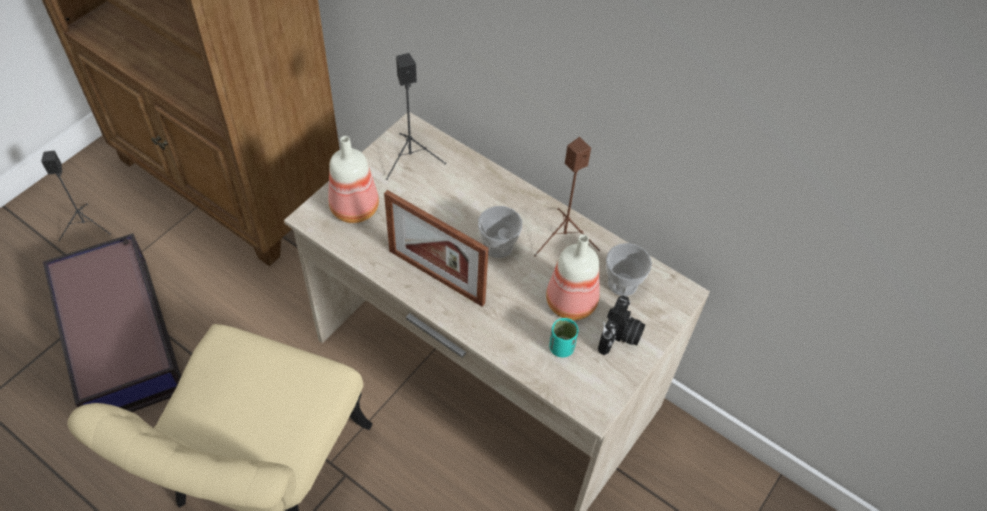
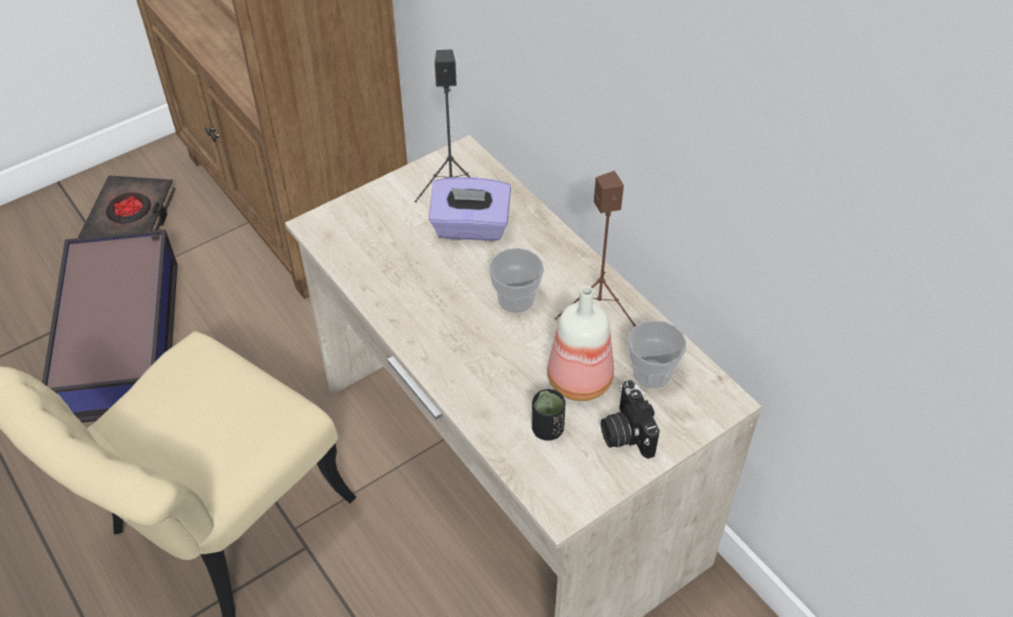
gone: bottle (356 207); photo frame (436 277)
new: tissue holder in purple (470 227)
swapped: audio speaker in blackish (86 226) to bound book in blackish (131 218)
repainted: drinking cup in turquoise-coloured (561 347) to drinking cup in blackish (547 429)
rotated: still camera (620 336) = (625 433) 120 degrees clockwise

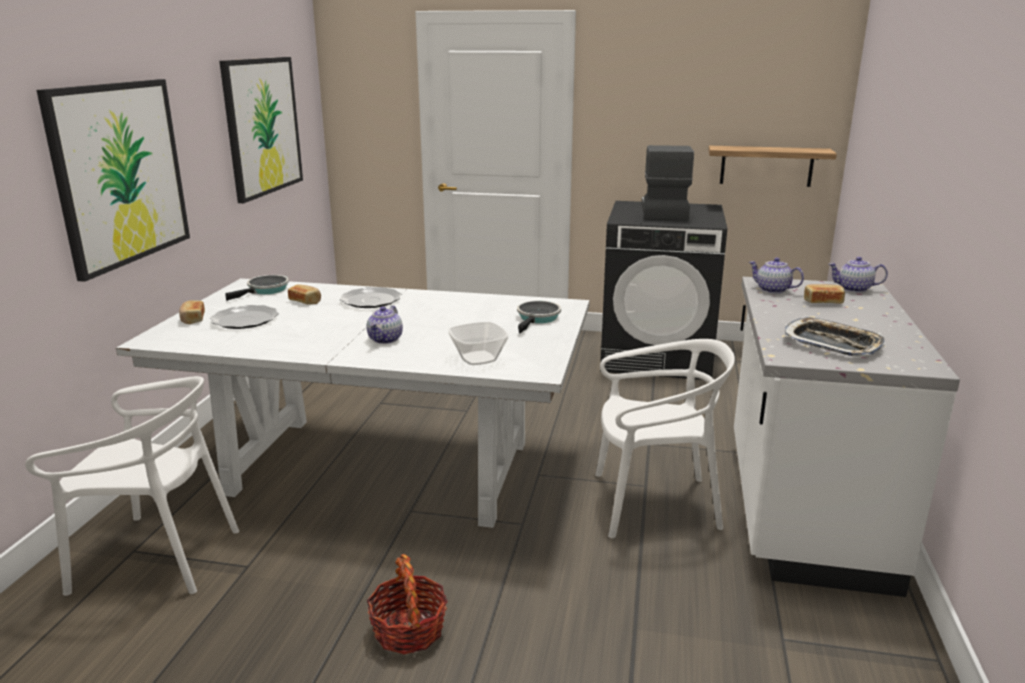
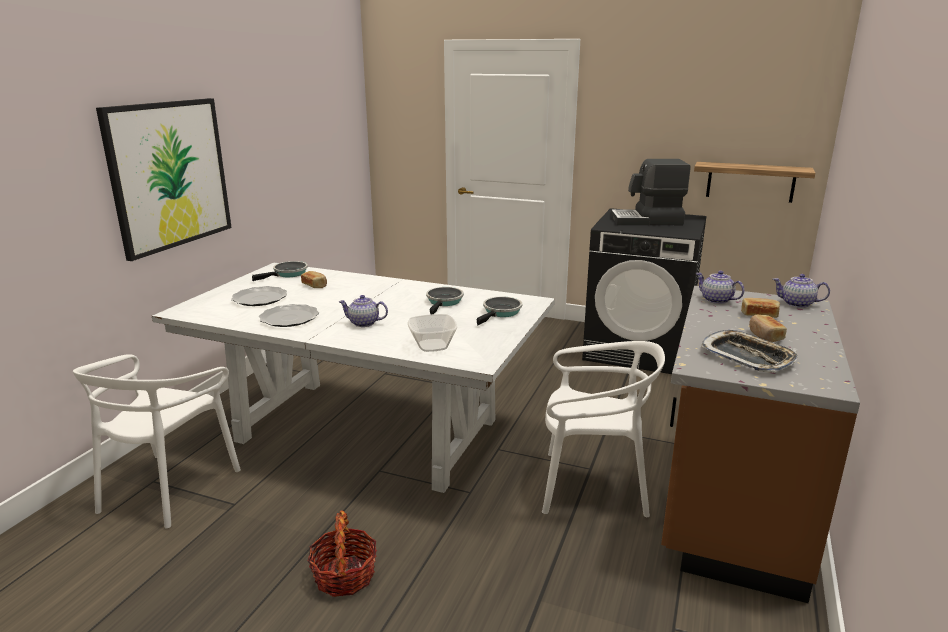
gone: wall picture (262 126)
new: frying pan (444 302)
shifted: bread (192 319) to (765 336); dinner plate (370 300) to (289 318)
repainted: counter in white-coloured (801 509) to counter in brownish (730 506)
rotated: plain chair in white-coloured (157 557) = (168 488) 90 degrees clockwise; pot for tea (385 339) = (363 323) 75 degrees clockwise; coffee brewer (662 212) = (647 221) 105 degrees counterclockwise

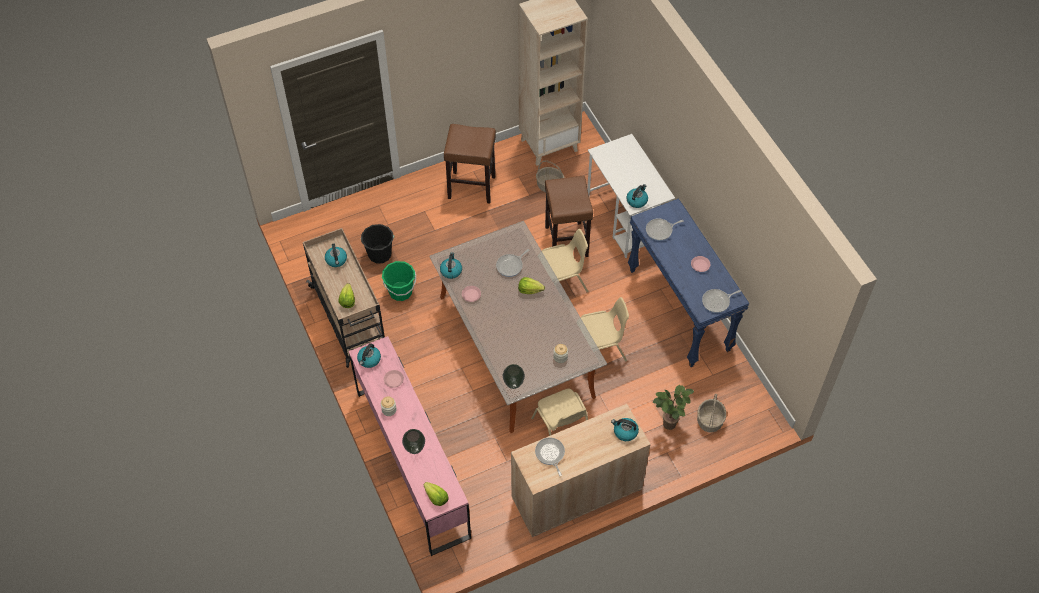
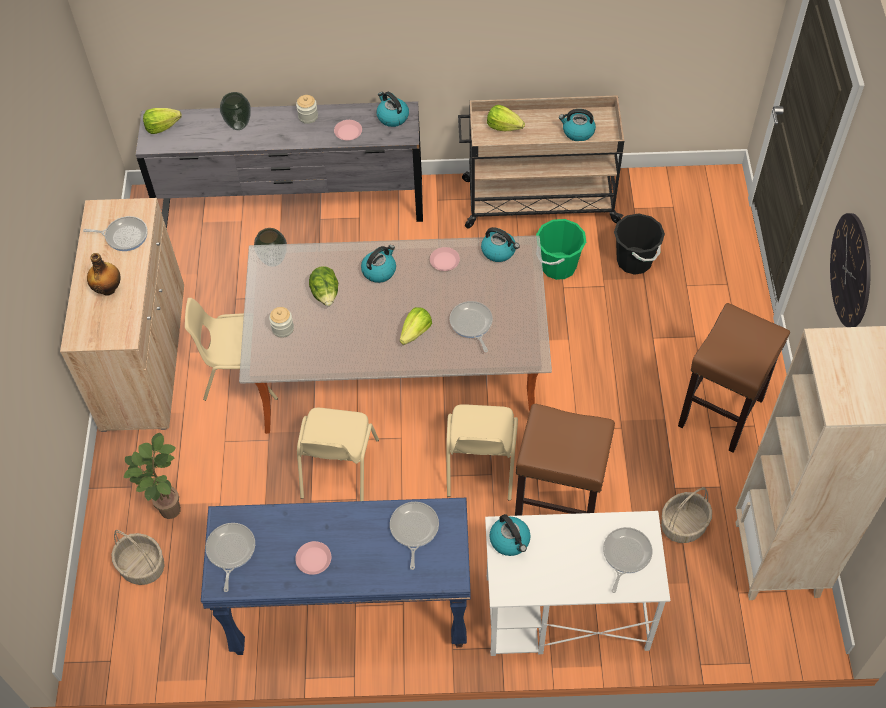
new: bottle (108 289); lettuce head (326 294); frying pan (625 555); wall clock (851 270)
shifted: water kettle (625 432) to (379 270)
repainted: drawer chest in pinkish (412 463) to drawer chest in greyish (292 205)

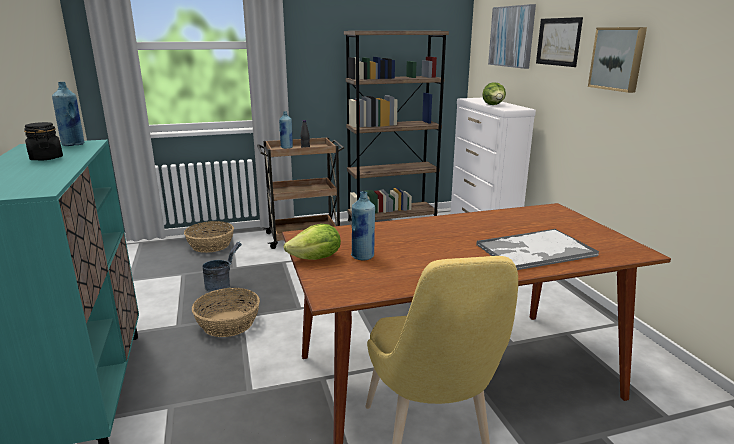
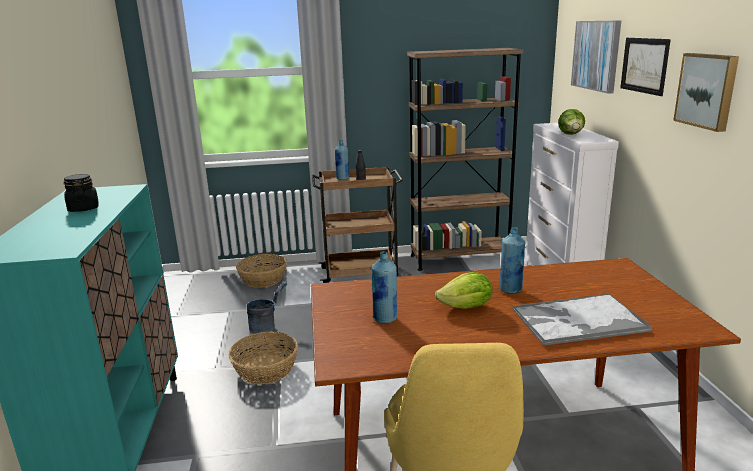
shifted: bottle in blue (73 144) to (510 289); lettuce head (316 259) to (466 307)

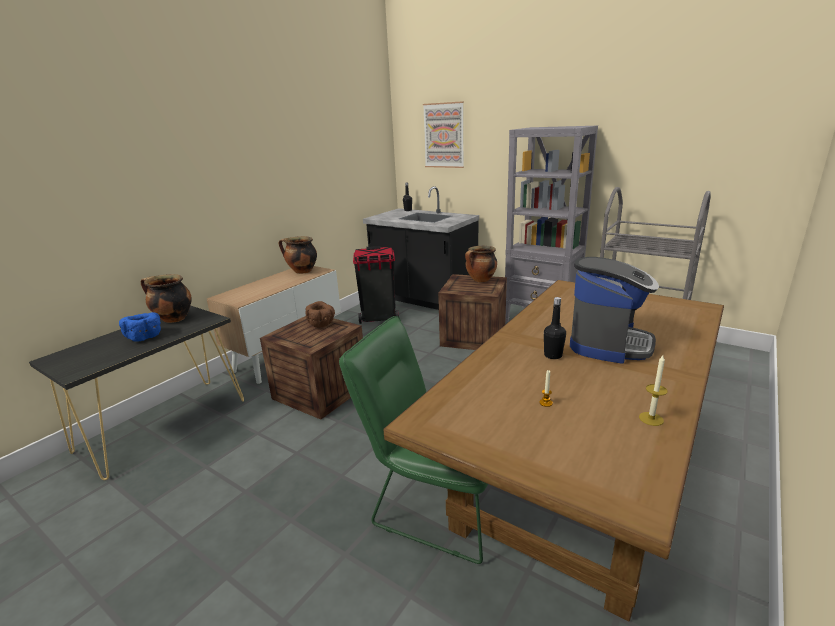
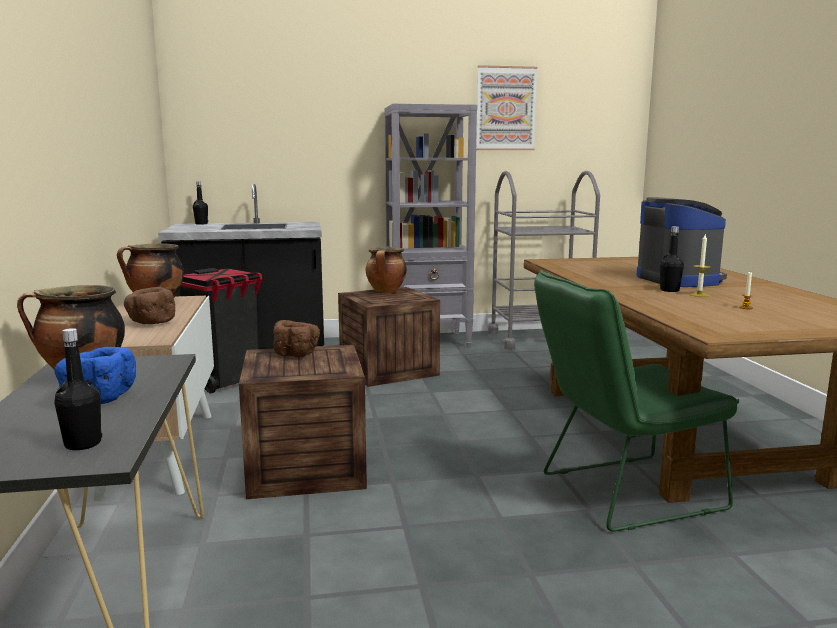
new: bottle in blackish (83 444); bowl in brownish (151 323)
shifted: wall picture (444 135) to (506 108); candle (651 419) to (699 295)

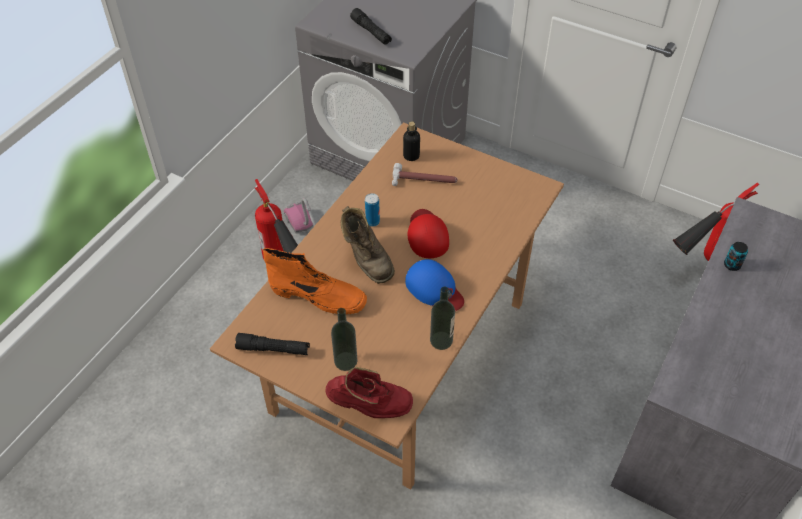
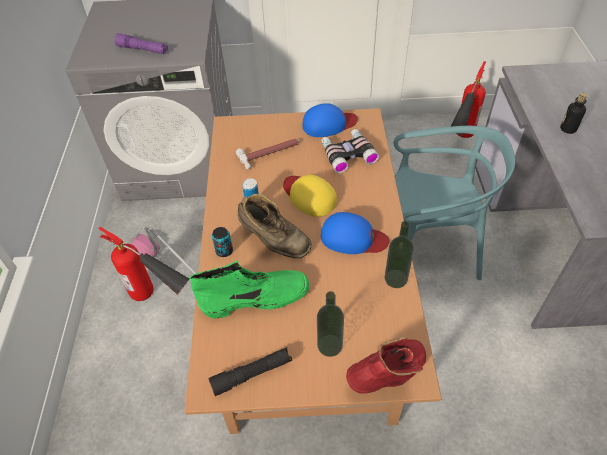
new: baseball cap in blue (329 124); field glasses (347 154); plain chair in turquoise-coloured (428 249)
shifted: bottle (411 156) to (568 129); can (731 265) to (224 251)
repainted: tall boot in orange (319 296) to tall boot in greenish (256 298); hand torch in blackish (371 32) to hand torch in purple (143 50); baseball cap in red-coloured (427 235) to baseball cap in yellow (309 196)

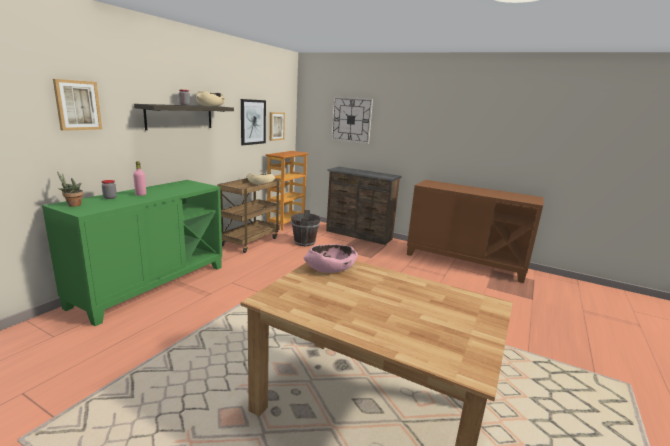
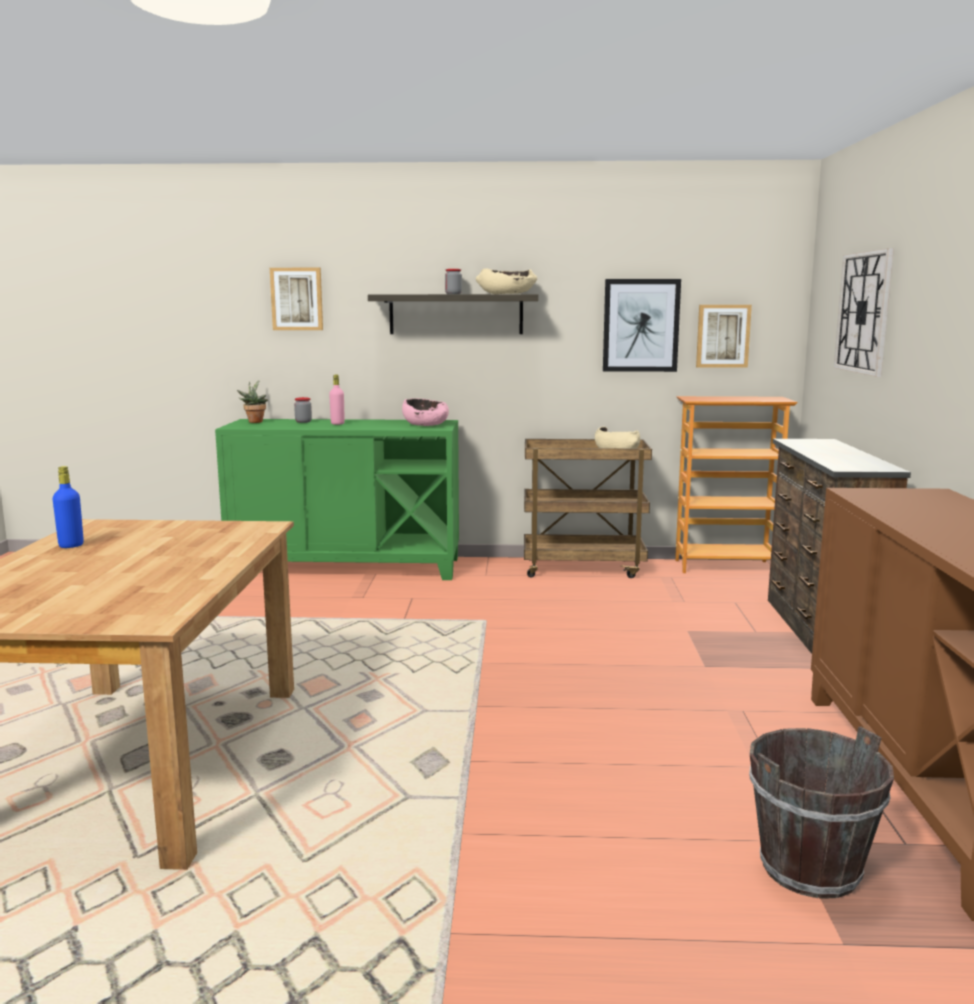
new: bottle in blue (71 545)
shifted: bucket in brownish (304 242) to (810 869); bowl in pinkish (330 268) to (425 425)

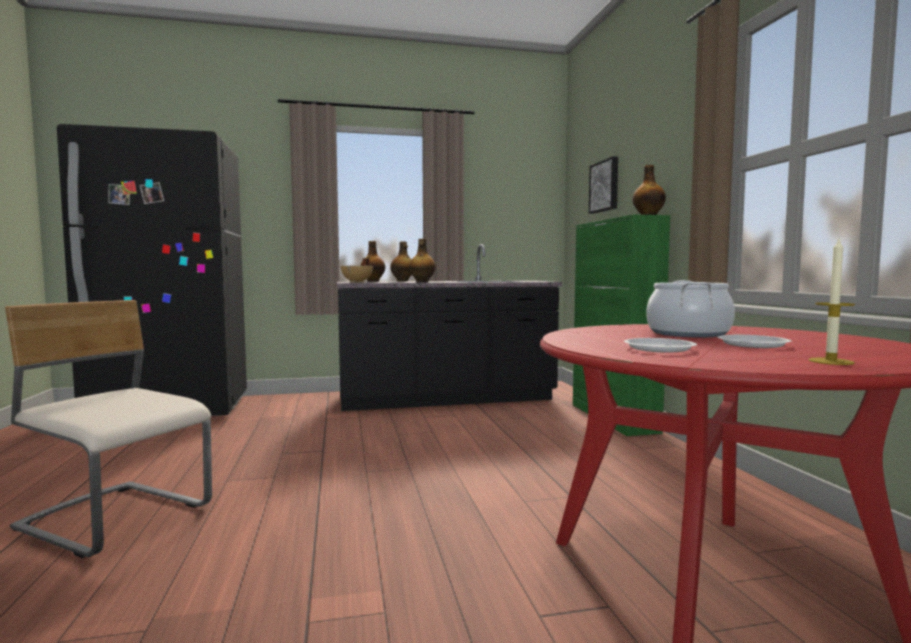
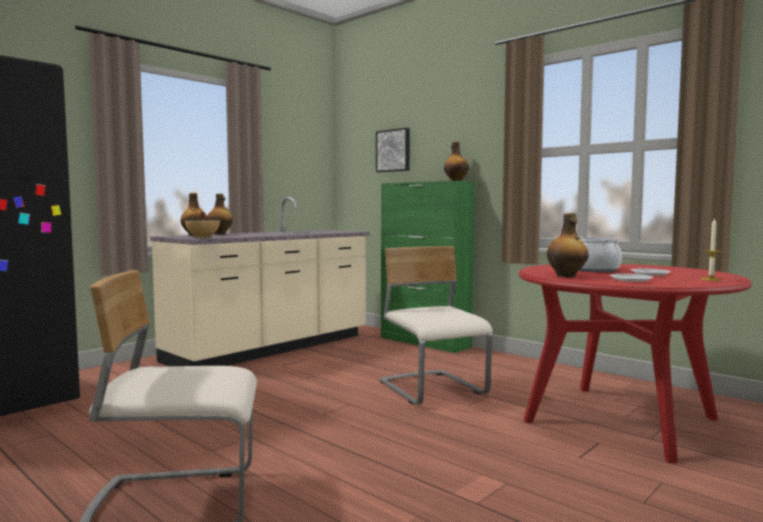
new: plain chair in beige (433 389)
shifted: bottle (422 282) to (566 276)
repainted: counter in blackish (446 399) to counter in beige (271 348)

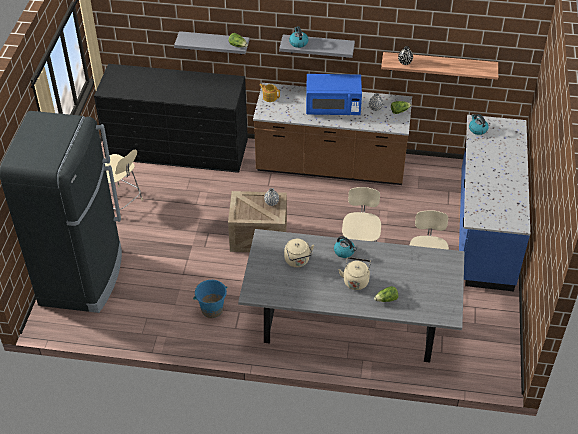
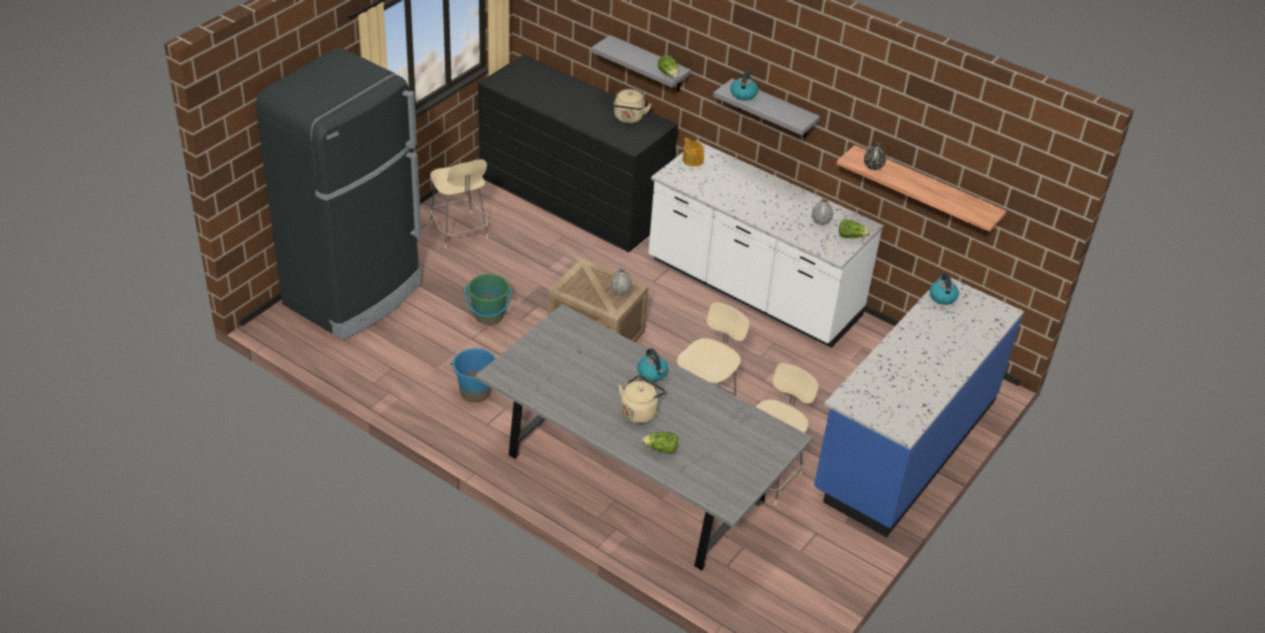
gone: microwave oven in blue (333 107)
new: bucket in greenish (489 316)
shifted: water kettle in beige (297 261) to (629 118)
repainted: counter in brownish (331 166) to counter in white-coloured (753 290)

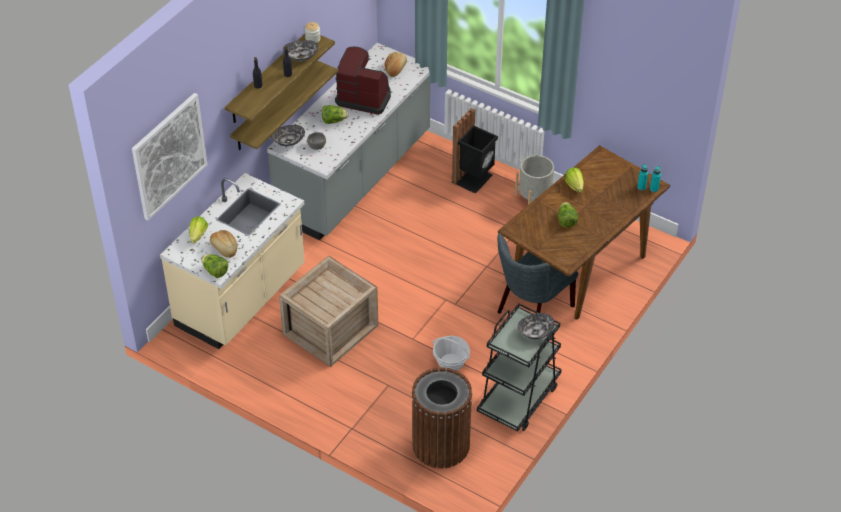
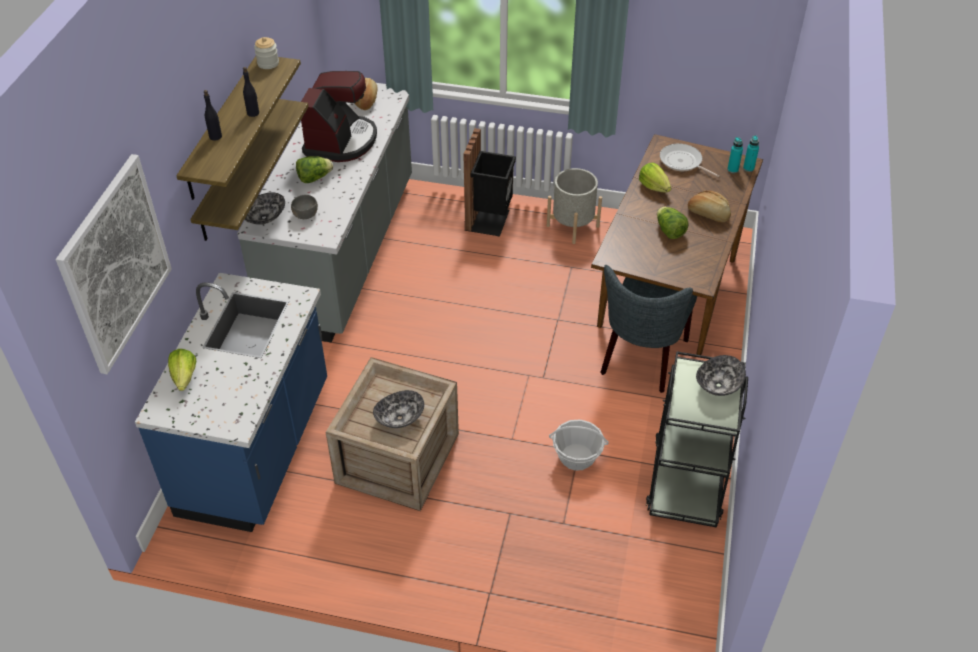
gone: lettuce head (215 271); rubbish bin in brownish (440 445)
new: frying pan (682 162)
shifted: bread (224 248) to (708 214); bowl (301 57) to (399 417)
repainted: counter in beige (242 298) to counter in blue (257 449)
rotated: coffee brewer (364 97) = (341 141) 105 degrees clockwise

